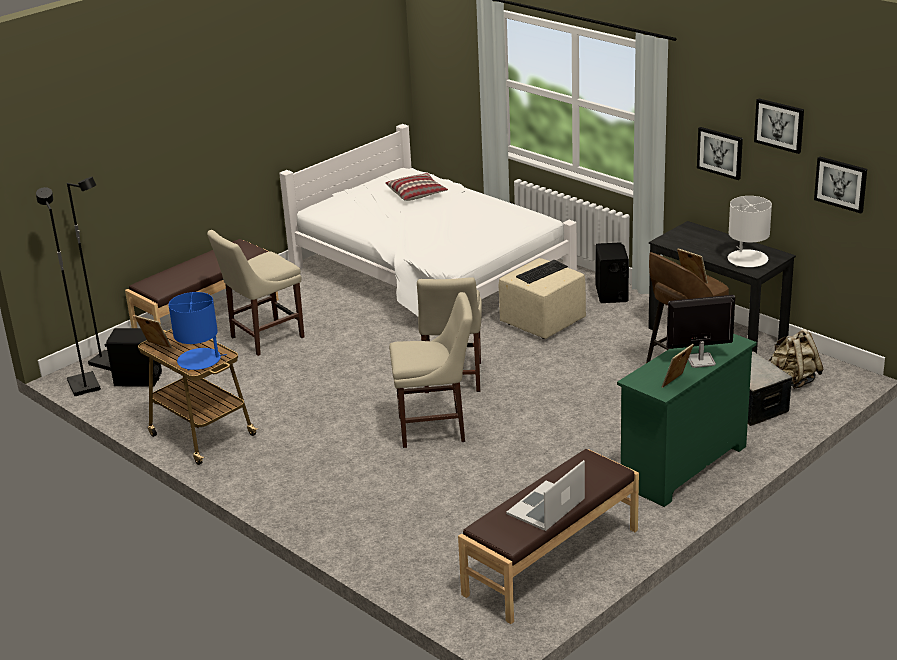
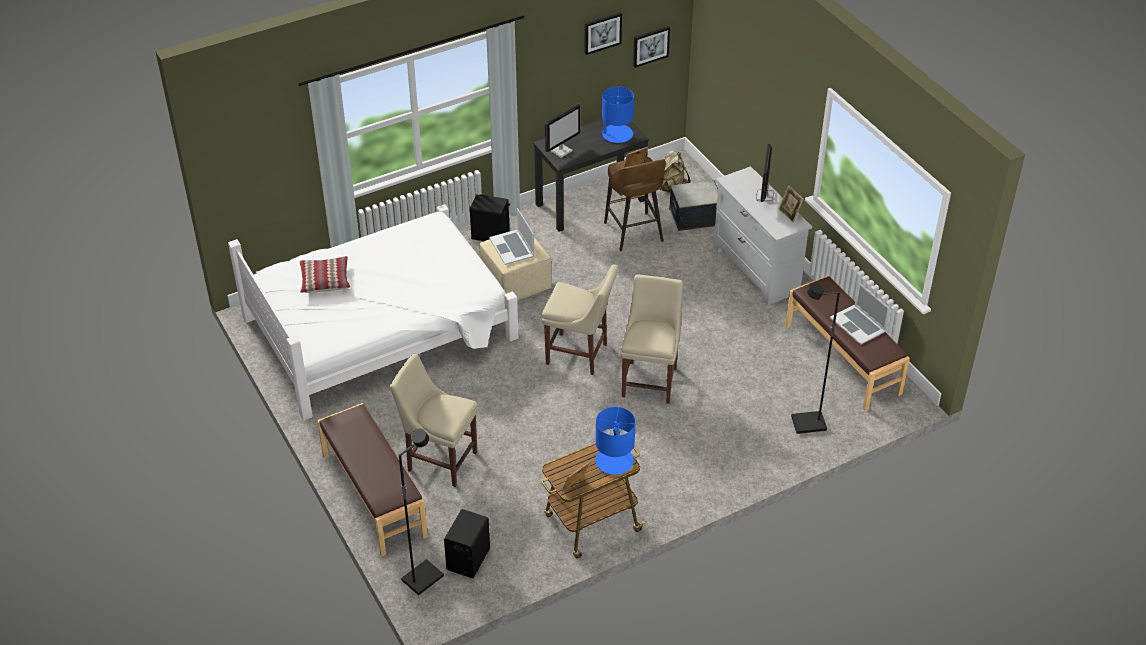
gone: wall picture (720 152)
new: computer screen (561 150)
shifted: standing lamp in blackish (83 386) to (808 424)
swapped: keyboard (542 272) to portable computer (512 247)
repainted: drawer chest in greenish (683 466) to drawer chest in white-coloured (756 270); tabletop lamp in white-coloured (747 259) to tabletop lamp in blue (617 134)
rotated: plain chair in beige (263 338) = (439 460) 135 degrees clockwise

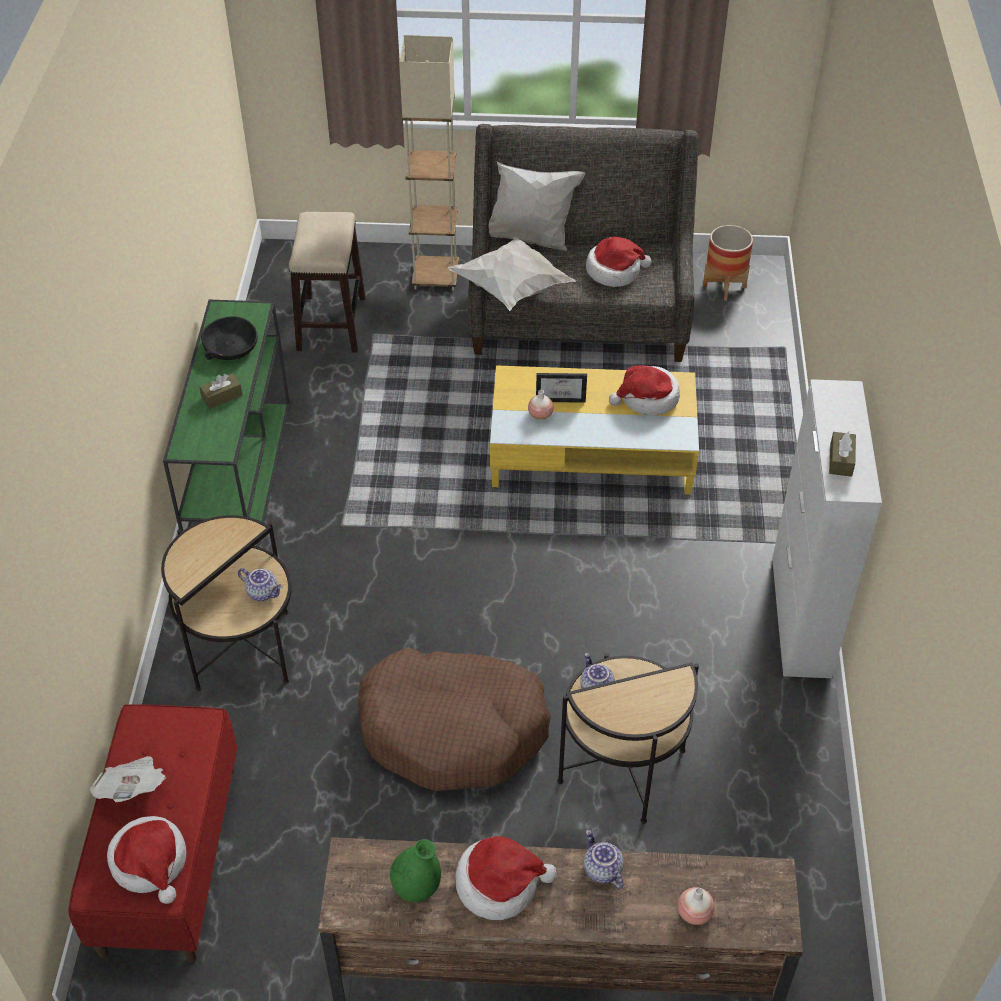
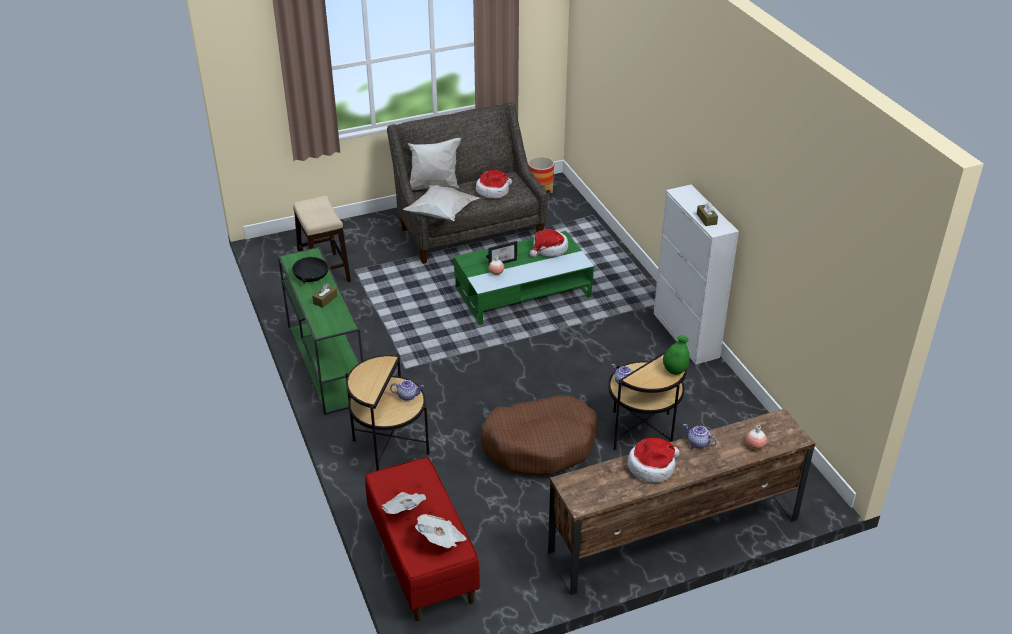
gone: standing lamp in beige (435 277)
shifted: flower vase in greenish (416 887) to (675 370)
swapped: hat (151 863) to printed paper (441 540)
repainted: coffee table in yellow (591 451) to coffee table in greenish (523 292)

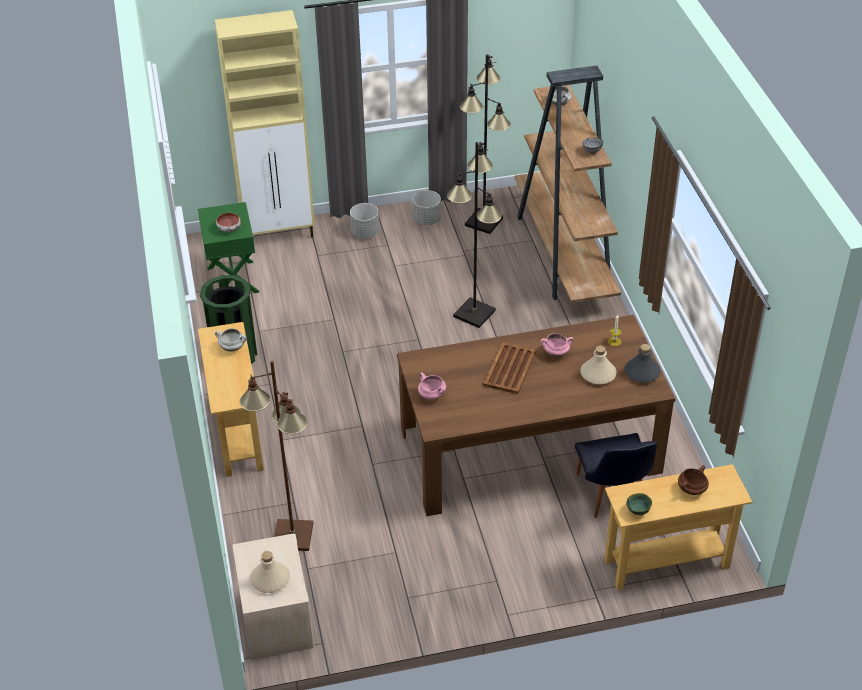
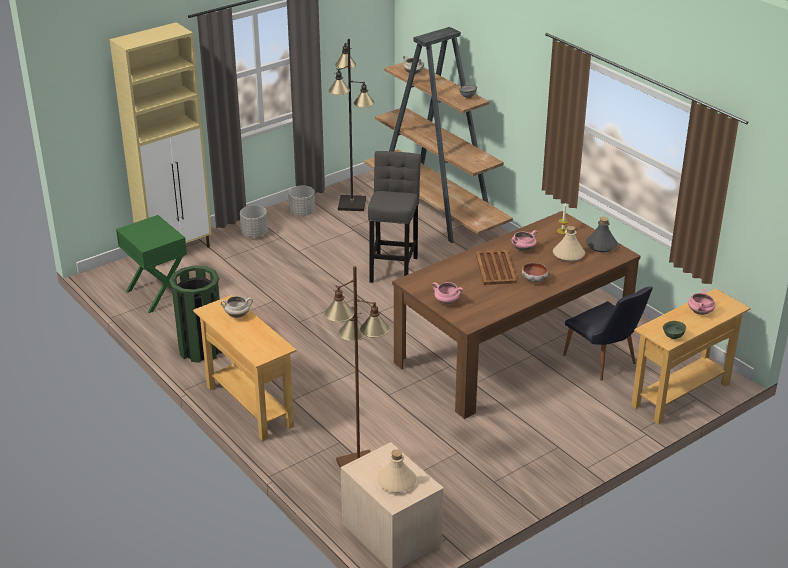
shifted: bowl (229 229) to (535 279)
swapped: standing lamp in blackish (475 313) to stool seat in greyish (393 267)
repainted: saucepot in brownish (691 490) to saucepot in pinkish (700 312)

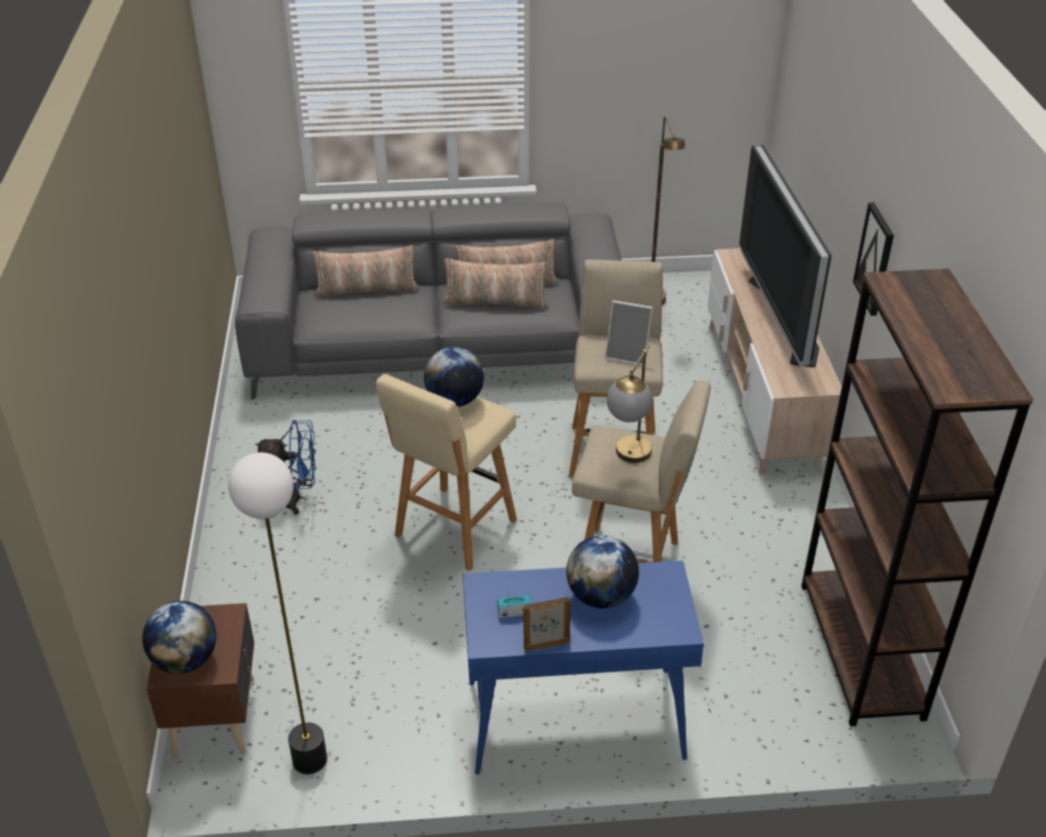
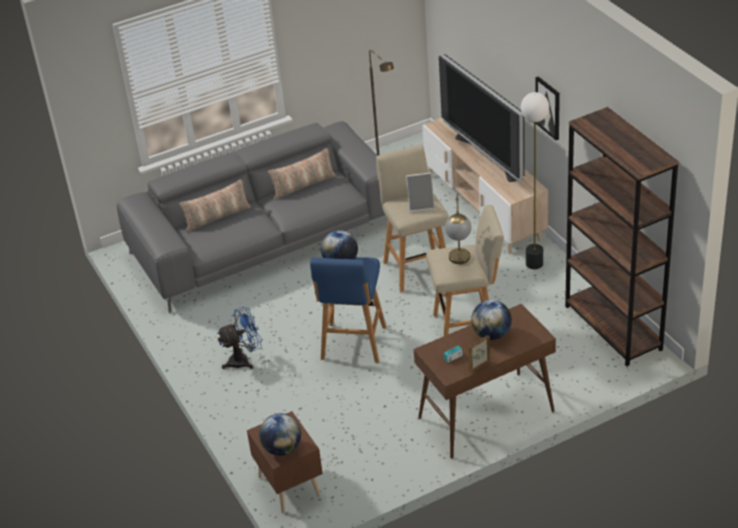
gone: cushion (495 301)
shifted: standing lamp (310 759) to (534 263)
repainted: stool seat in beige (453 530) to stool seat in blue (353 345); console table in blue (573 721) to console table in brownish (485 416)

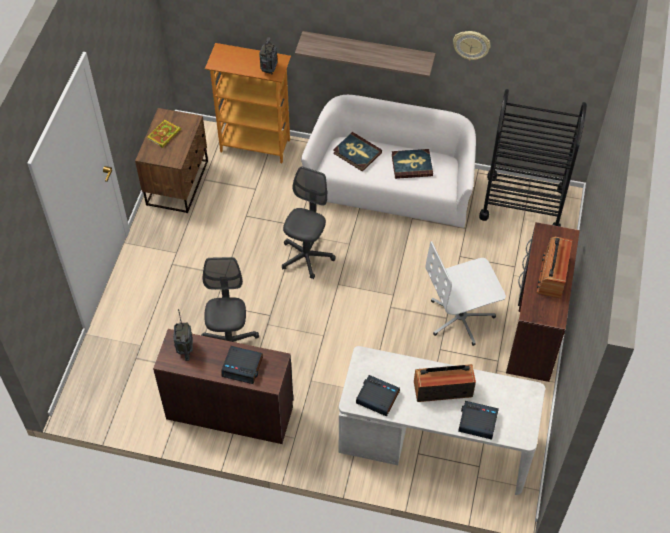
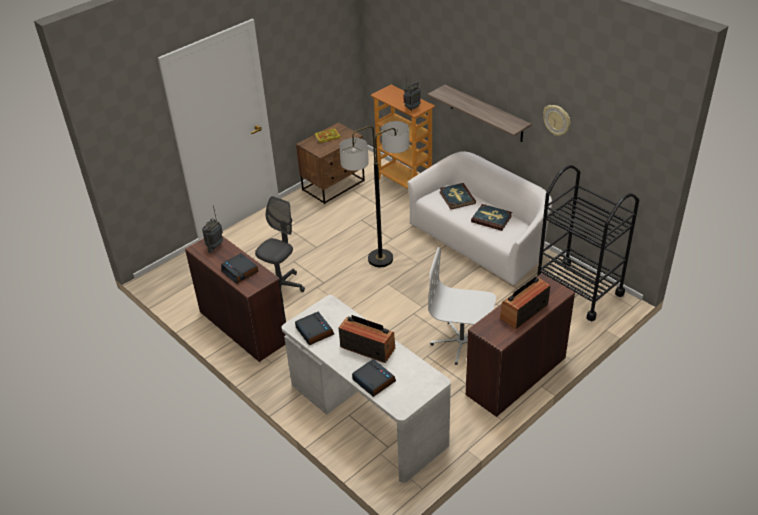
swapped: desk chair in greyish (306 257) to standing lamp (380 259)

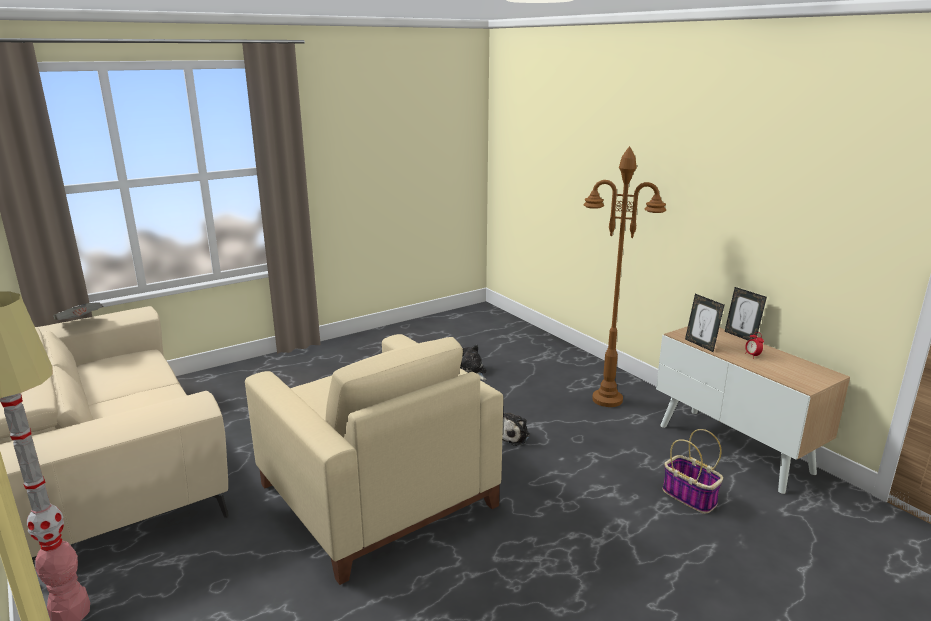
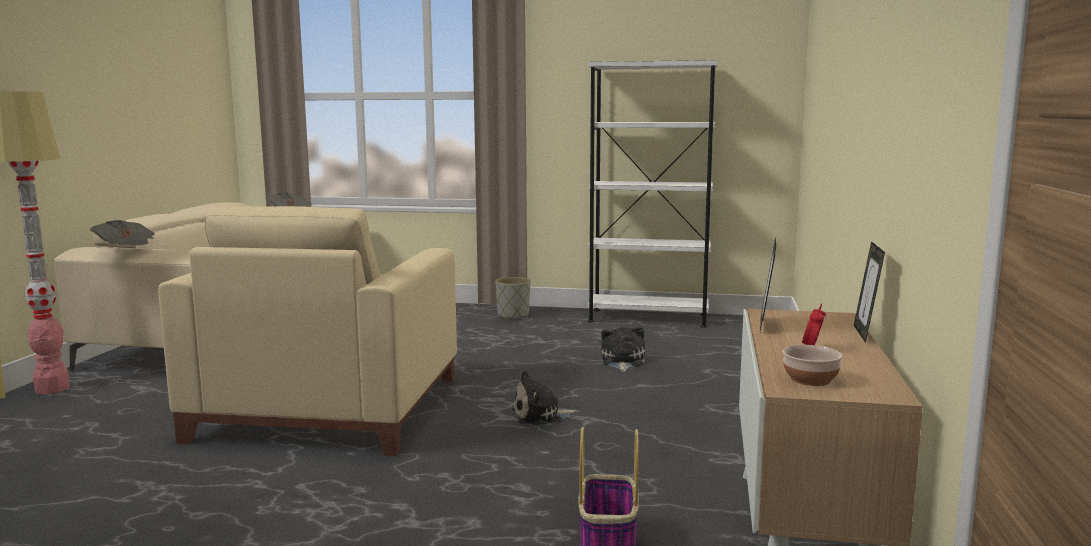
gone: standing lamp in brownish (606 399)
new: printed paper (127 249); flower pot in greyish (513 315); shelving unit in white-coloured (648 318); bowl (810 379)

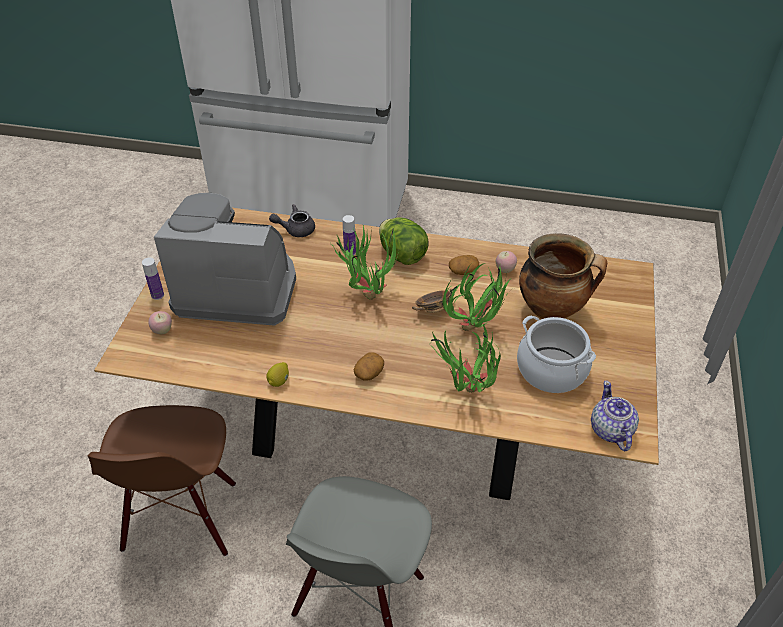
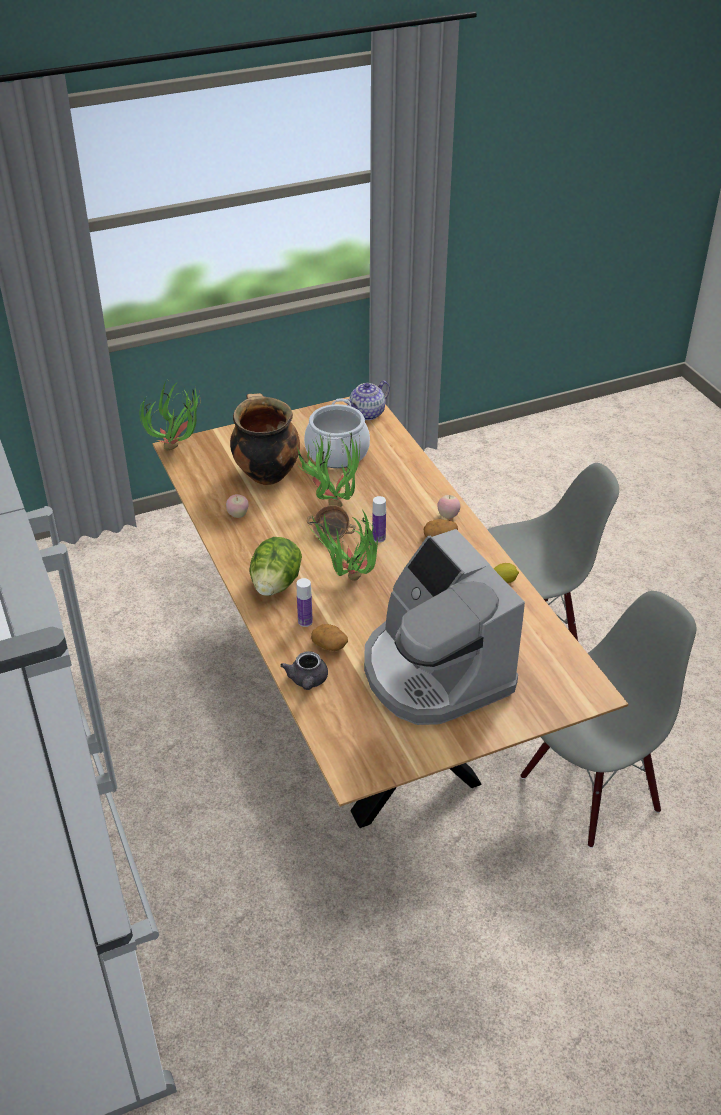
shifted: bottle (157 295) to (378 538); apple (162 331) to (448 516); potted plant (466 395) to (179 449); whole potato (463 271) to (330 645)
repainted: plain chair in brownish (182 518) to plain chair in greyish (589 791)
rotated: pot for tea in greyish (295 229) = (307 681) 45 degrees clockwise

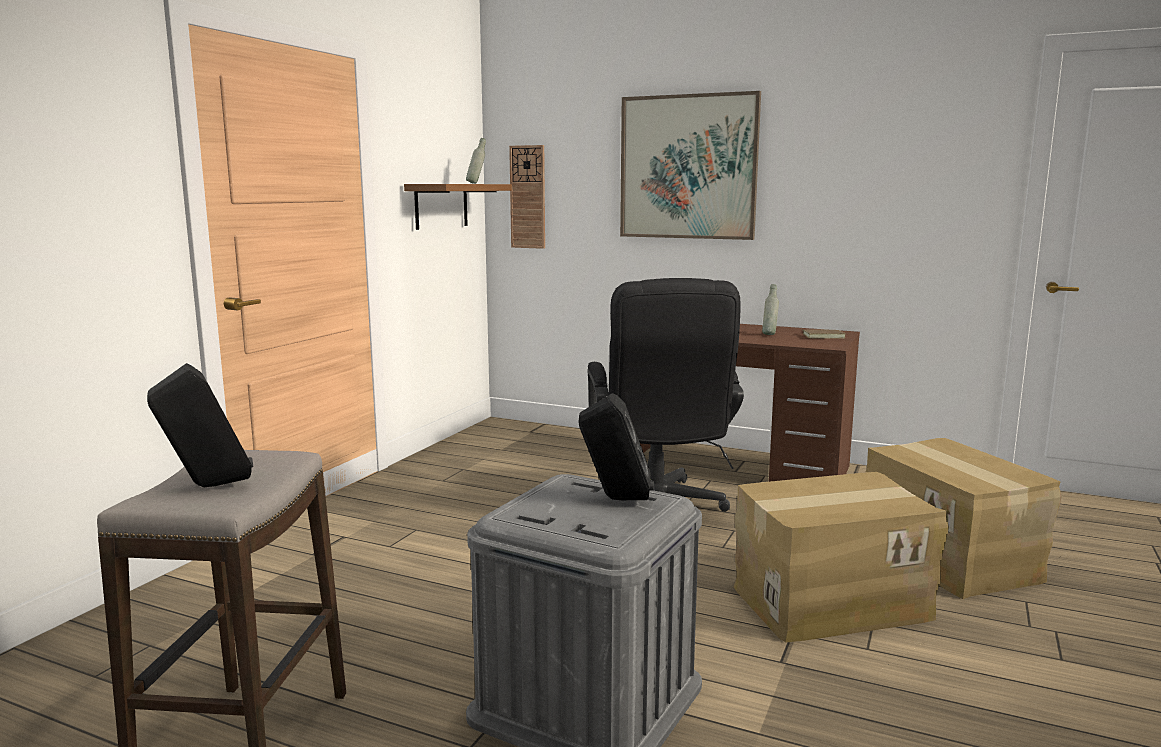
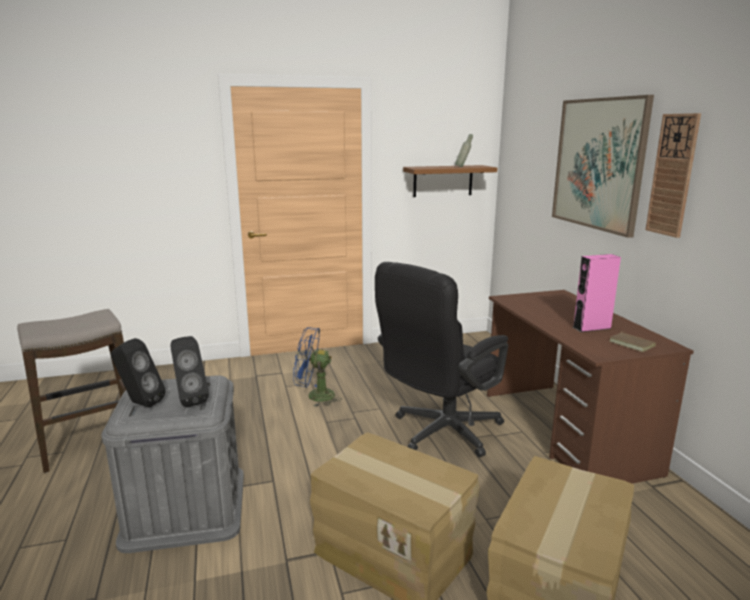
new: electric fan in blue (315 396)
shifted: audio speaker in blackish (207 486) to (140 403); wall clock (528 197) to (672 175)
swapped: bottle in greyish (769 334) to audio speaker in pinkish (591 328)

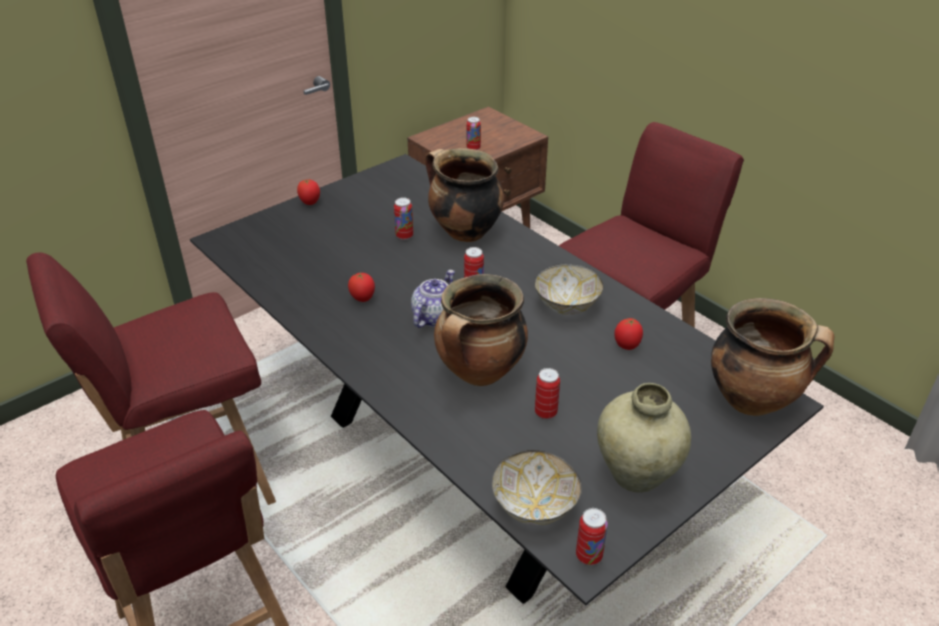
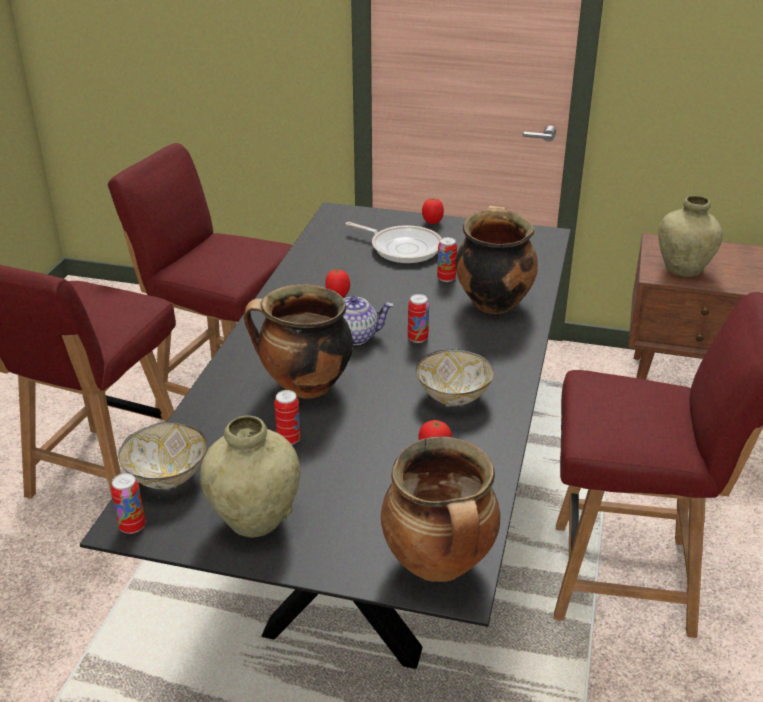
new: frying pan (402 248)
swapped: can (473 148) to flower vase in beige (683 270)

